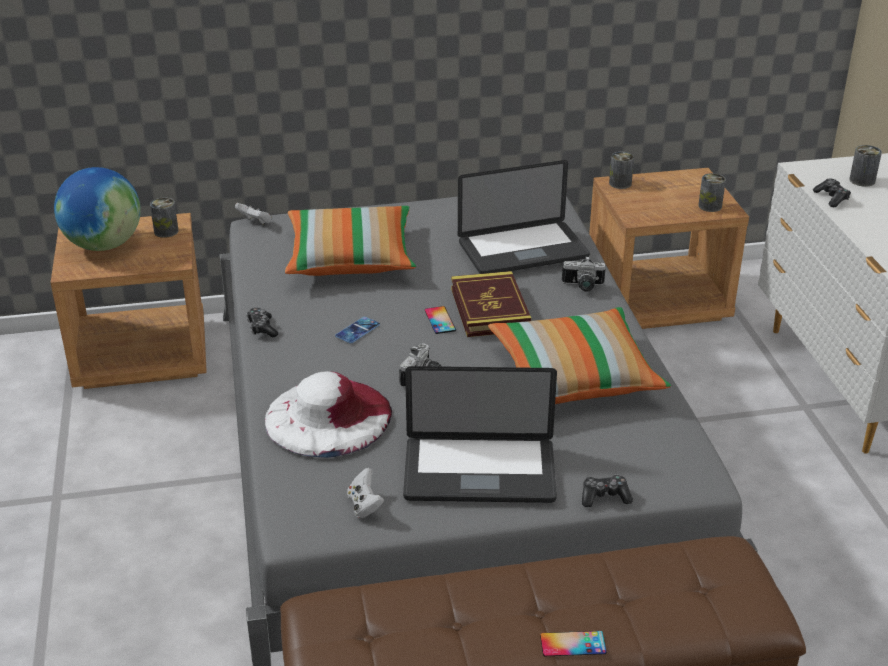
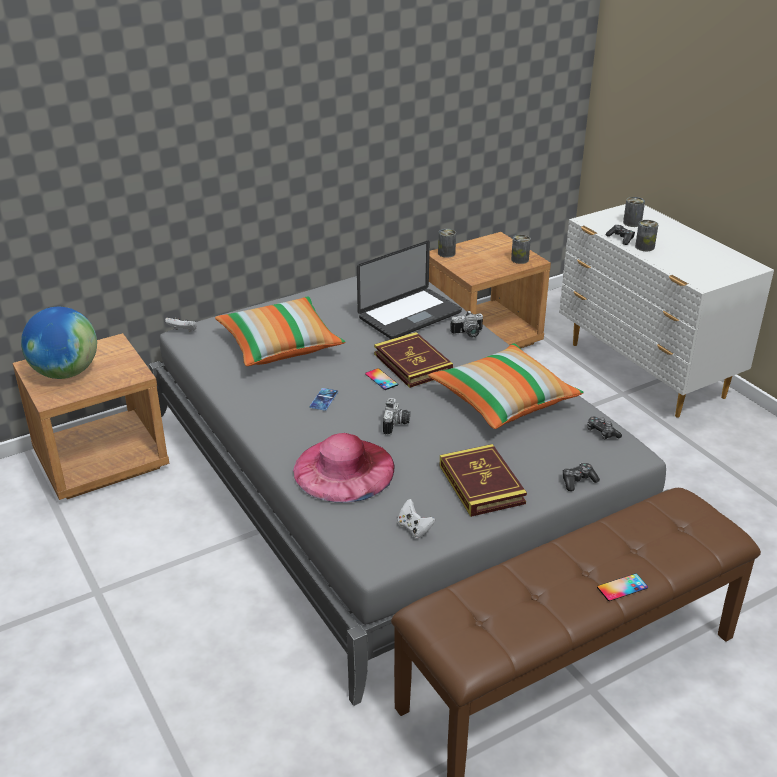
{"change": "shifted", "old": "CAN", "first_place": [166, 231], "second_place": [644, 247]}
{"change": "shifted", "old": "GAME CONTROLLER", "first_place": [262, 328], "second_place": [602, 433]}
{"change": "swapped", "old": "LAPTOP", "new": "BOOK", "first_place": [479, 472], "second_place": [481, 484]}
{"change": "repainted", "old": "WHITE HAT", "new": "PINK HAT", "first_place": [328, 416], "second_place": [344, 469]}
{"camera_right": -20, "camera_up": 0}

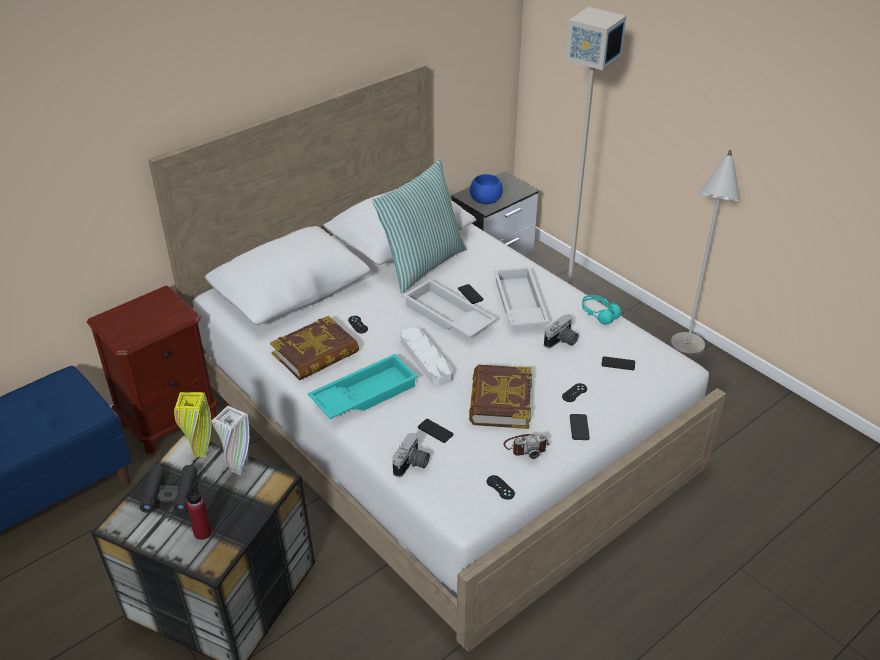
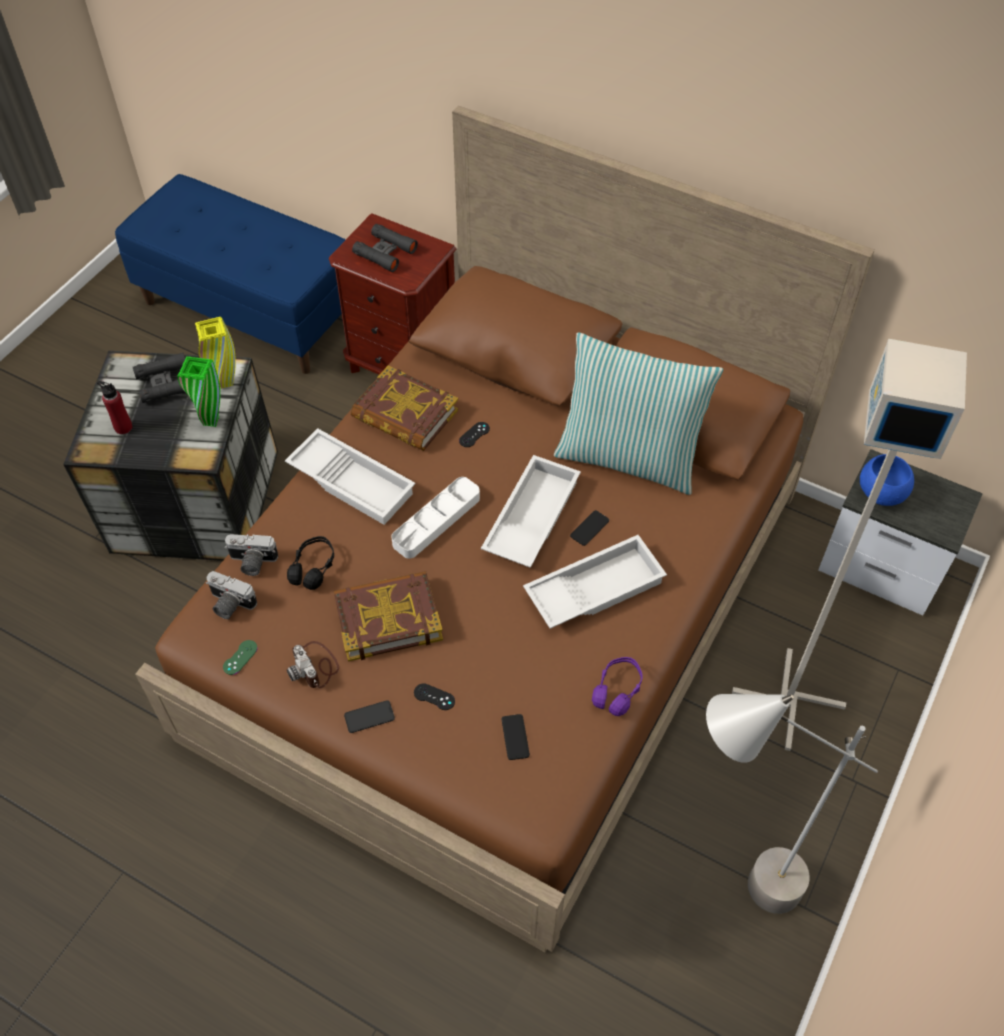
{"change": "repainted", "old": "WHITE BED", "new": "BROWN BED", "first_place": [440, 422], "second_place": [504, 609]}
{"change": "repainted", "old": "TURQUOISE HEADPHONES", "new": "PURPLE HEADPHONES", "first_place": [598, 314], "second_place": [617, 690]}
{"change": "shifted", "old": "PHOTO CAMERA", "first_place": [562, 342], "second_place": [229, 604]}
{"change": "repainted", "old": "TURQUOISE TRAY", "new": "WHITE TRAY", "first_place": [364, 393], "second_place": [353, 481]}
{"change": "repainted", "old": "WHITE VASE", "new": "GREEN VASE", "first_place": [239, 469], "second_place": [211, 421]}
{"change": "swapped", "old": "PHONE", "new": "BLACK HEADPHONES", "first_place": [435, 431], "second_place": [313, 568]}
{"change": "repainted", "old": "BLACK GAME CONTROLLER", "new": "GREEN GAME CONTROLLER", "first_place": [500, 487], "second_place": [240, 657]}
{"change": "new", "new": "BLACK BINOCULARS", "second_place": [385, 252]}
{"camera_right": 70, "camera_up": 15}

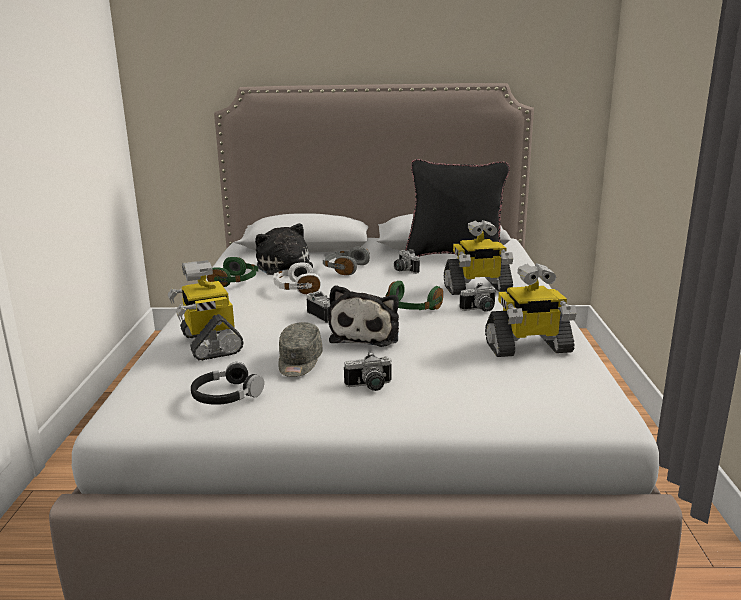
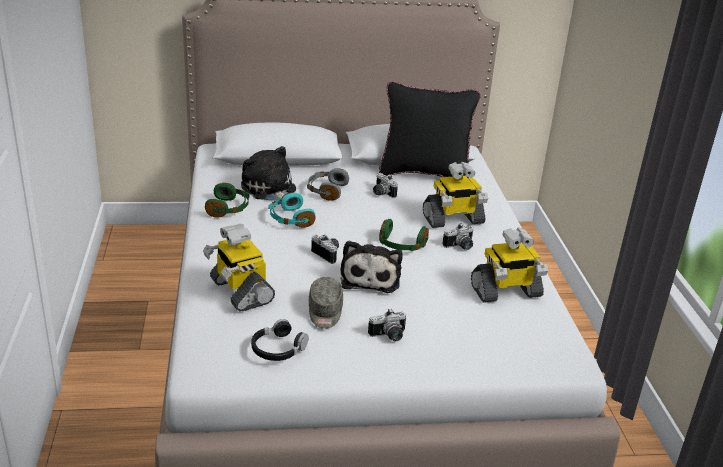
{"change": "repainted", "old": "WHITE HEADPHONES", "new": "TURQUOISE HEADPHONES", "first_place": [296, 288], "second_place": [290, 219]}
{"camera_right": -10, "camera_up": 10}

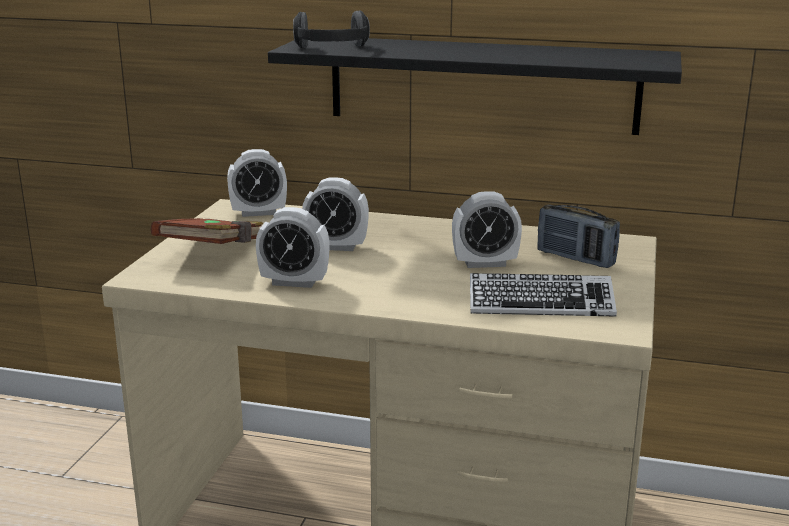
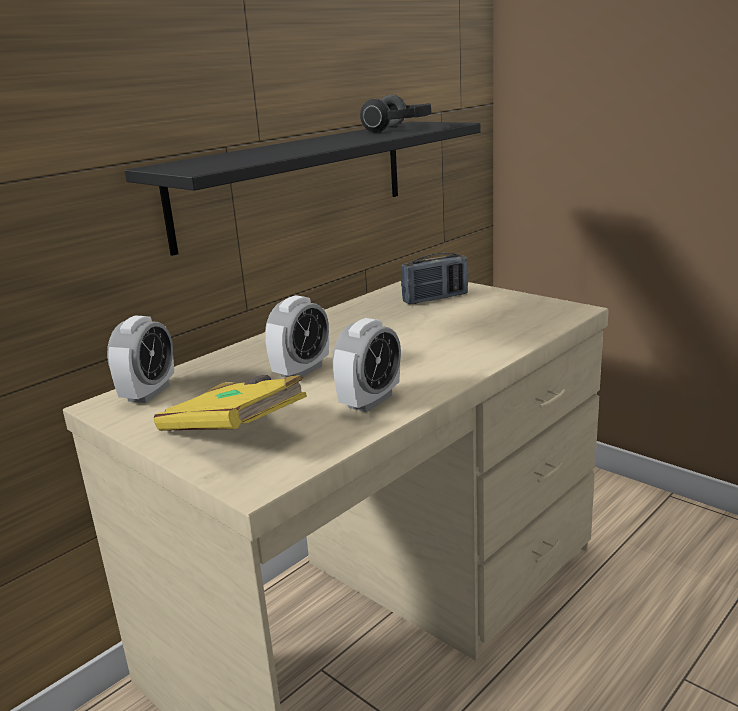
{"change": "shifted", "old": "HEADPHONES", "first_place": [333, 50], "second_place": [399, 129]}
{"change": "gone", "old": "ALARM CLOCK", "first_place": [485, 263]}
{"change": "repainted", "old": "BROWN BOOK", "new": "YELLOW BOOK", "first_place": [213, 252], "second_place": [235, 431]}
{"change": "gone", "old": "KEYBOARD", "first_place": [540, 304]}
{"camera_right": -60, "camera_up": 0}

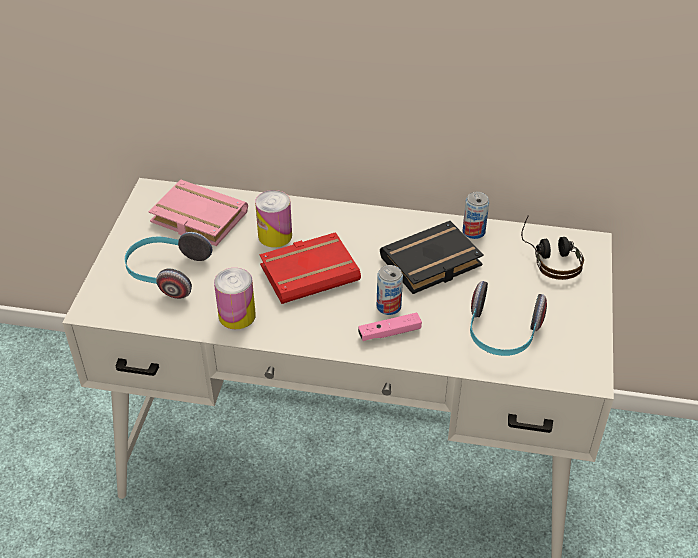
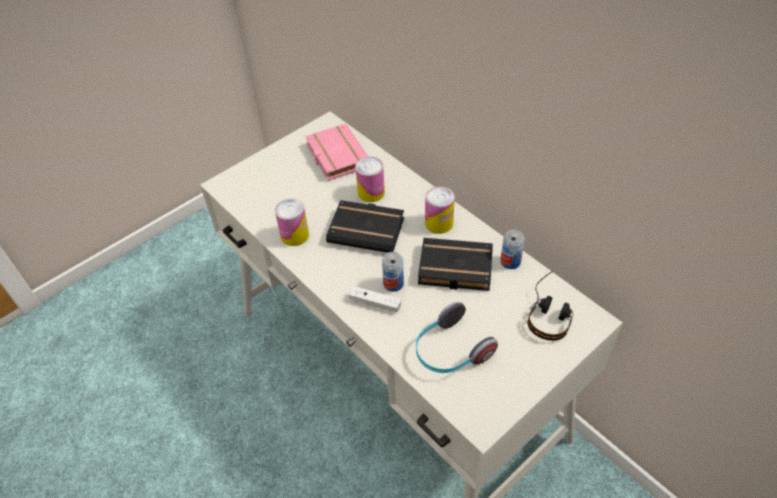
{"change": "gone", "old": "HEADPHONES", "first_place": [166, 273]}
{"change": "repainted", "old": "RED BOOK", "new": "BLACK BOOK", "first_place": [310, 271], "second_place": [368, 230]}
{"change": "repainted", "old": "PINK GAME CONTROLLER", "new": "WHITE GAME CONTROLLER", "first_place": [389, 332], "second_place": [375, 303]}
{"change": "new", "new": "CAN", "second_place": [439, 223]}
{"camera_right": 40, "camera_up": 5}

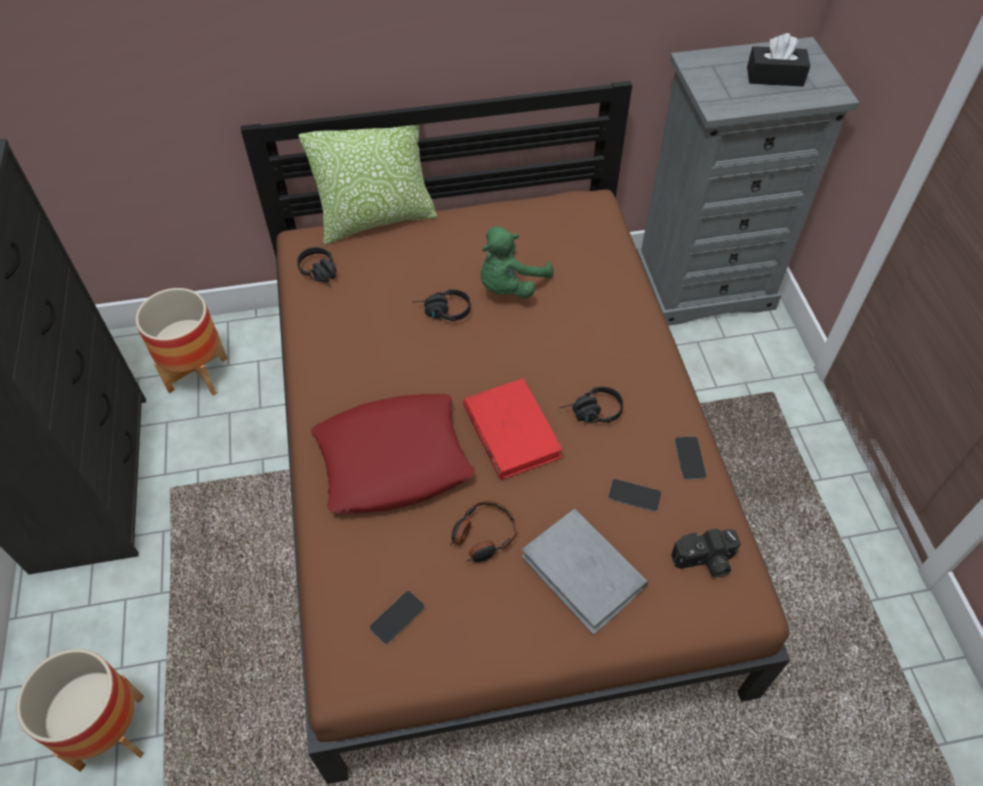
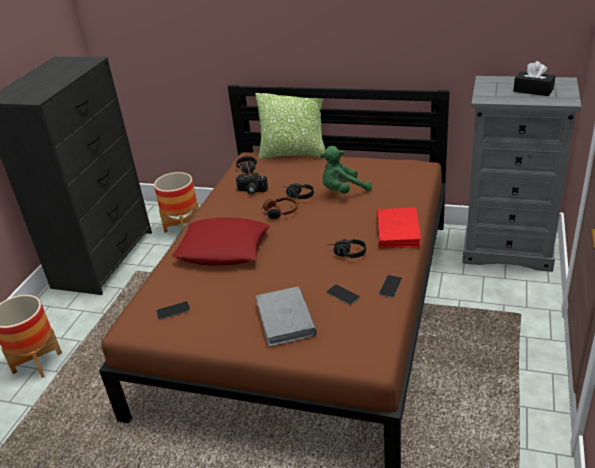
{"change": "shifted", "old": "RED BOOK", "first_place": [511, 431], "second_place": [398, 231]}
{"change": "shifted", "old": "HEADPHONES", "first_place": [483, 536], "second_place": [280, 212]}
{"change": "shifted", "old": "PHOTO CAMERA", "first_place": [705, 561], "second_place": [251, 191]}
{"camera_right": 30, "camera_up": -20}

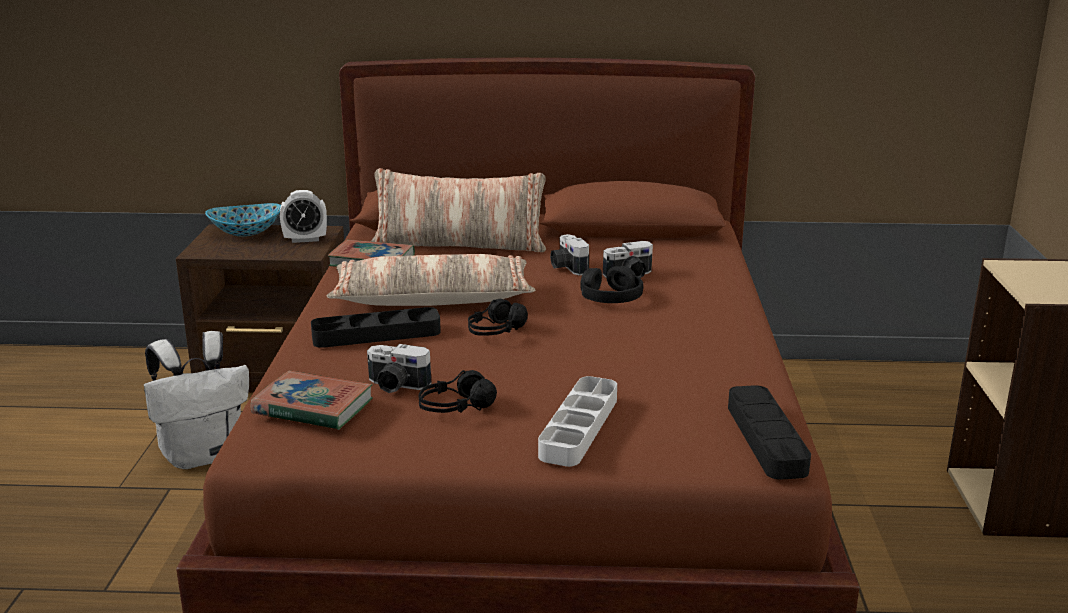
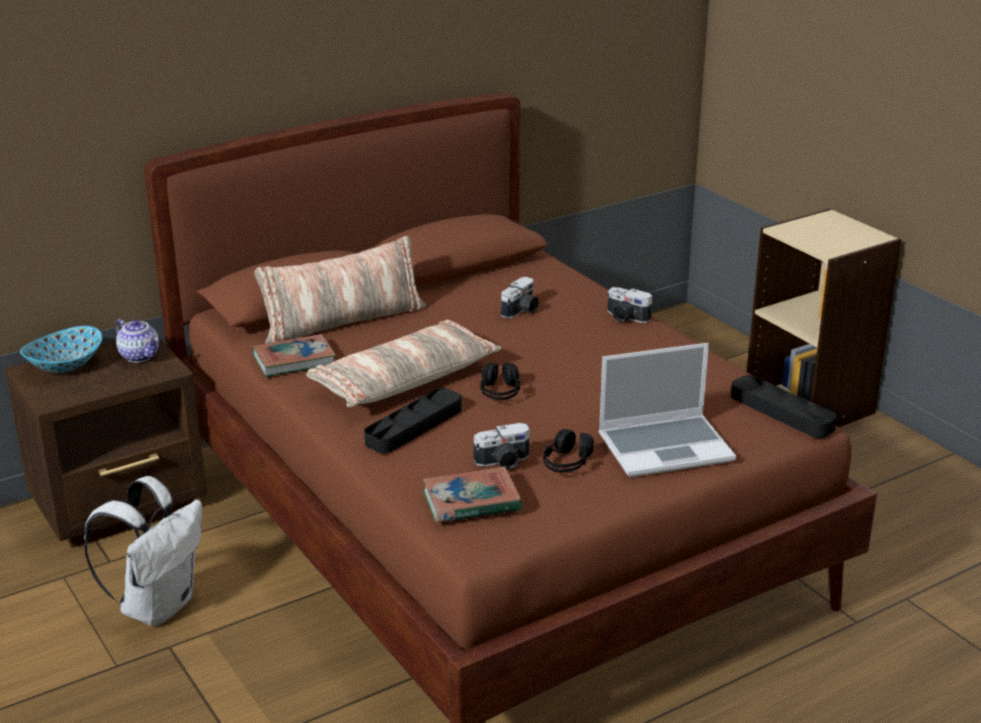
{"change": "swapped", "old": "ALARM CLOCK", "new": "TEAPOT", "first_place": [305, 239], "second_place": [140, 356]}
{"change": "shifted", "old": "PHOTO CAMERA", "first_place": [567, 267], "second_place": [625, 318]}
{"change": "gone", "old": "BLACK HEADPHONES", "first_place": [610, 297]}
{"change": "swapped", "old": "GREY TRAY", "new": "LAPTOP", "first_place": [579, 427], "second_place": [666, 447]}
{"camera_right": -35, "camera_up": 5}

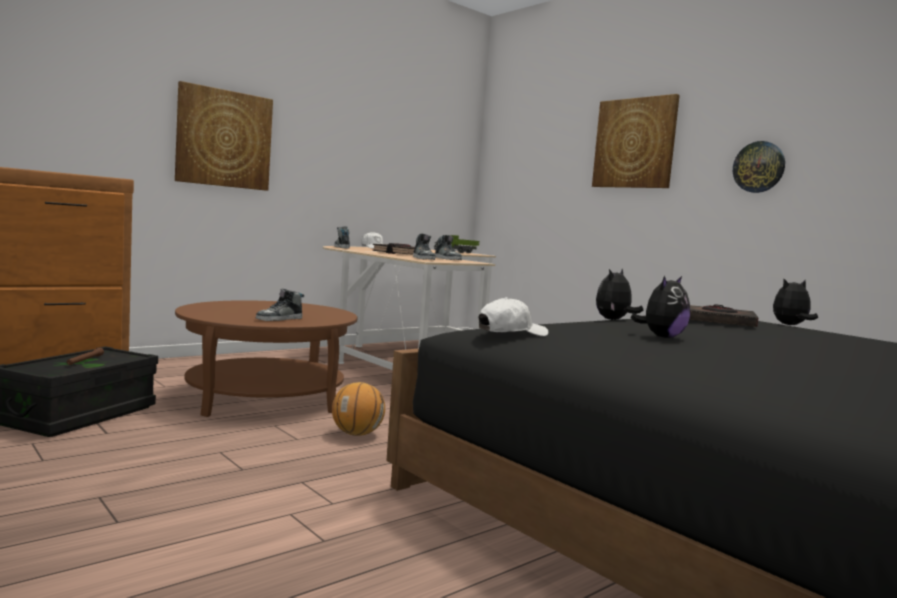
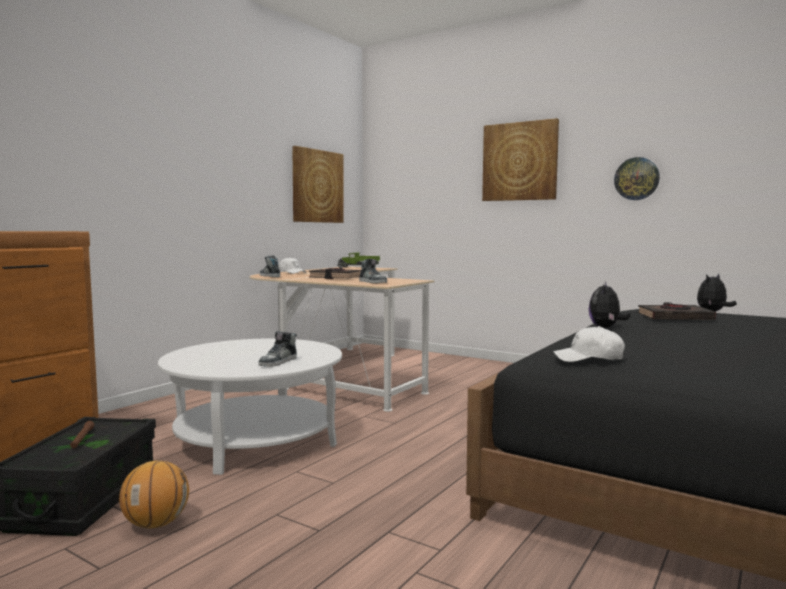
{"change": "shifted", "old": "PICTURE", "first_place": [224, 139], "second_place": [317, 186]}
{"change": "gone", "old": "SHOE", "first_place": [447, 259]}
{"change": "gone", "old": "PLUSH TOY", "first_place": [661, 337]}
{"change": "rotated", "old": "WHITE CAP", "first_place": [511, 332], "second_place": [589, 358], "degrees": -135}
{"change": "repainted", "old": "BROWN COFFEE TABLE", "new": "WHITE COFFEE TABLE", "first_place": [265, 397], "second_place": [255, 440]}
{"change": "shifted", "old": "BASKETBALL", "first_place": [357, 434], "second_place": [156, 524]}
{"camera_right": -15, "camera_up": 0}

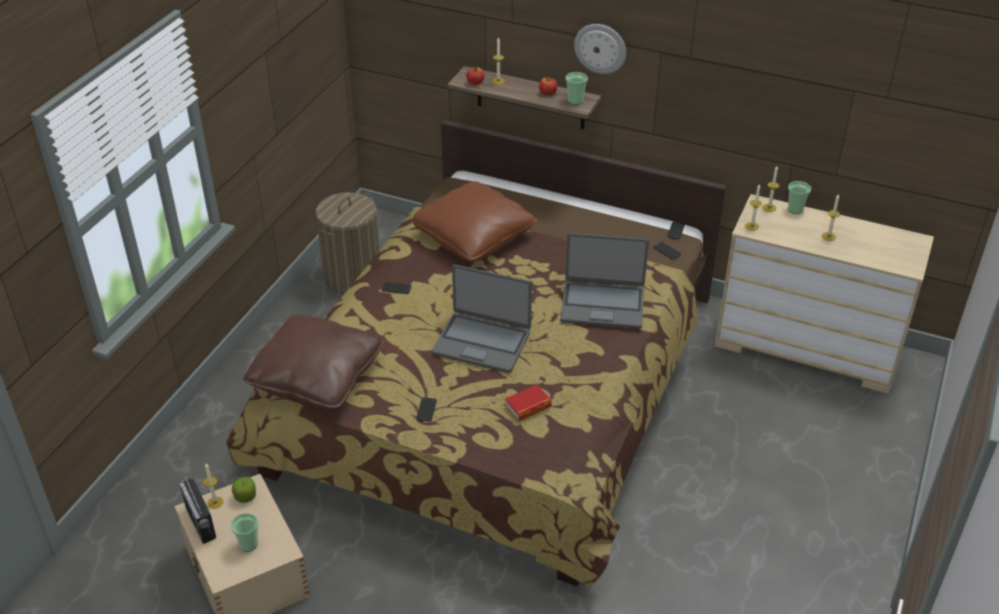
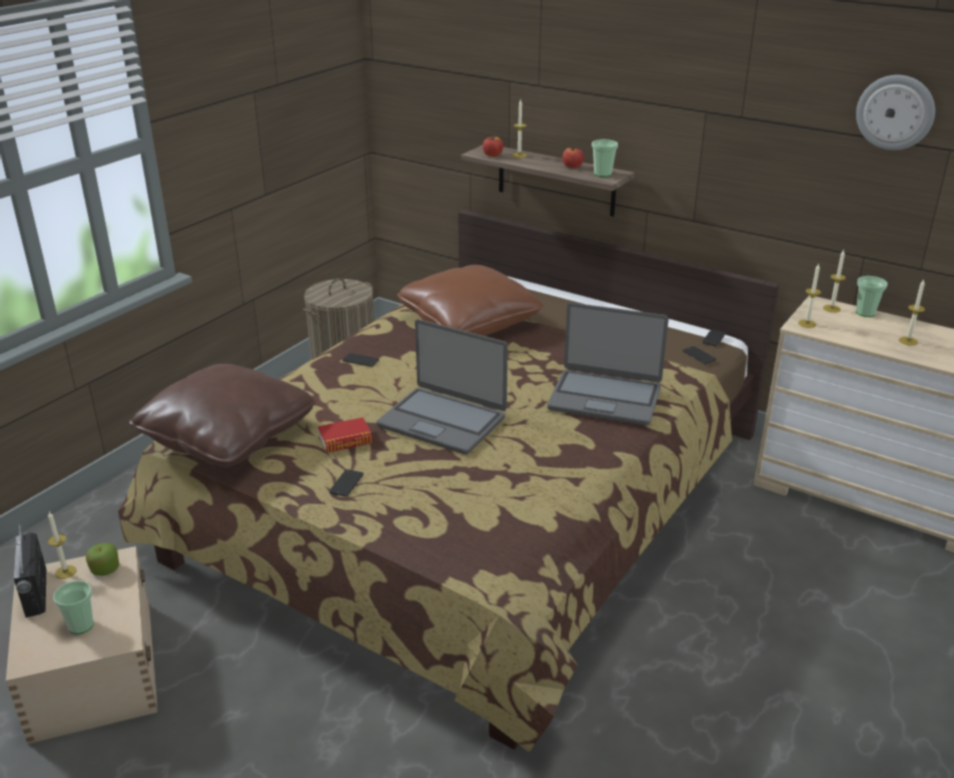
{"change": "shifted", "old": "WALL CLOCK", "first_place": [600, 48], "second_place": [895, 112]}
{"change": "shifted", "old": "BOOK", "first_place": [528, 406], "second_place": [345, 440]}
{"camera_right": 10, "camera_up": -10}

